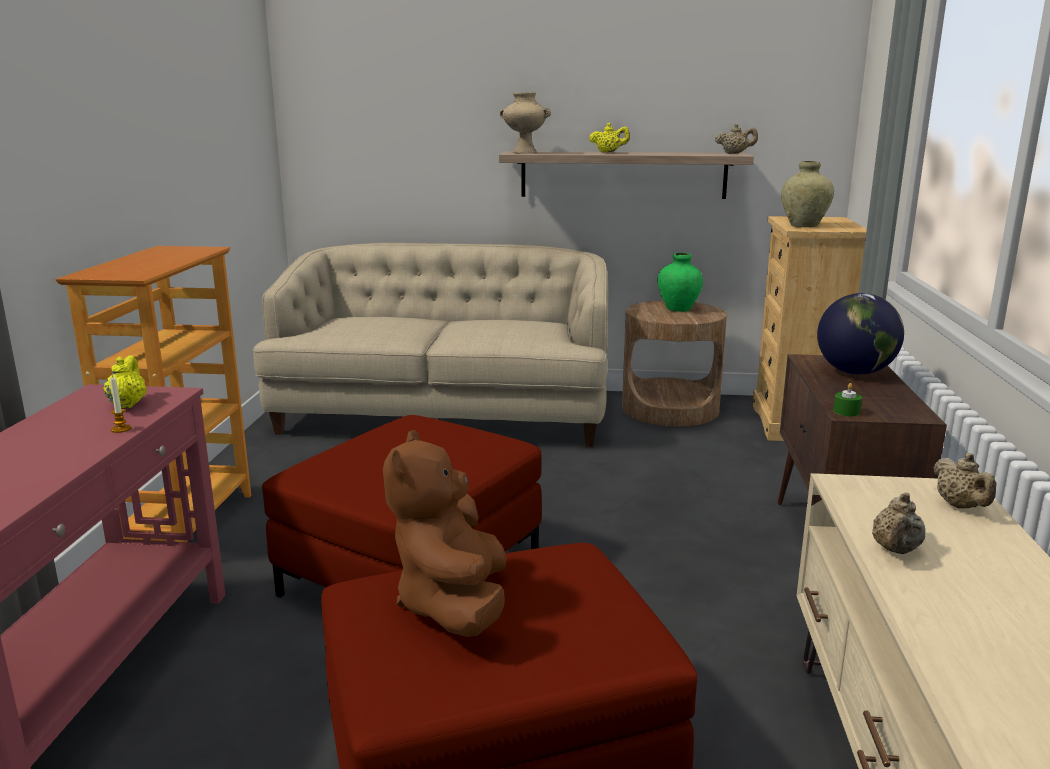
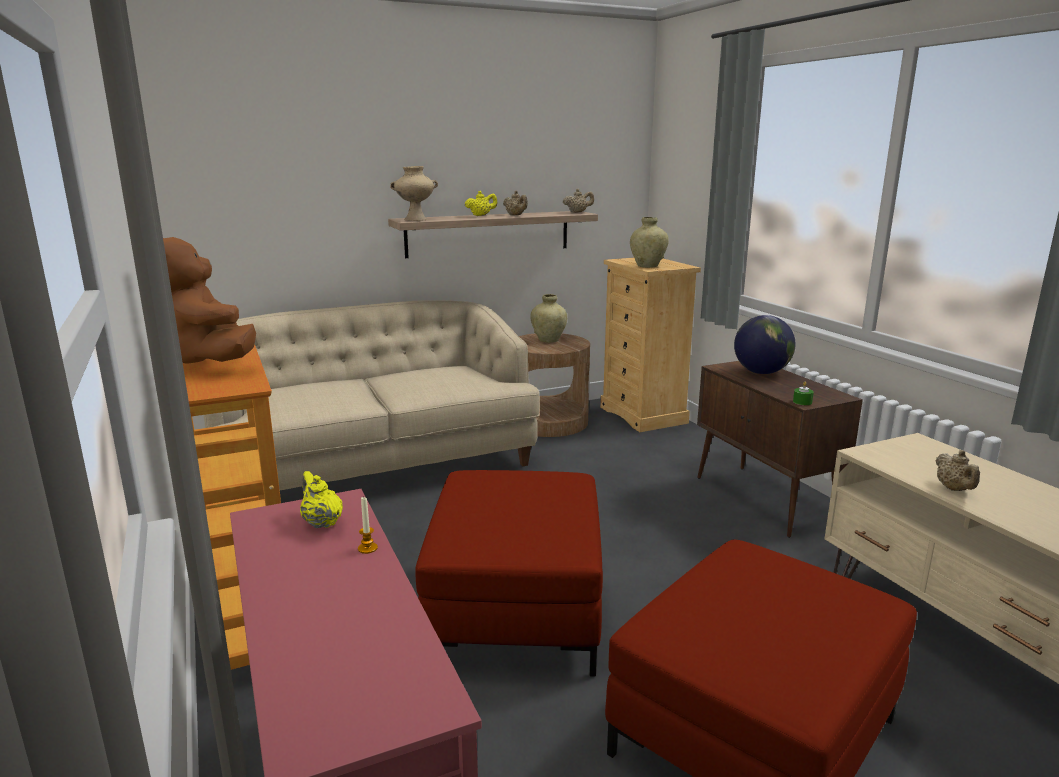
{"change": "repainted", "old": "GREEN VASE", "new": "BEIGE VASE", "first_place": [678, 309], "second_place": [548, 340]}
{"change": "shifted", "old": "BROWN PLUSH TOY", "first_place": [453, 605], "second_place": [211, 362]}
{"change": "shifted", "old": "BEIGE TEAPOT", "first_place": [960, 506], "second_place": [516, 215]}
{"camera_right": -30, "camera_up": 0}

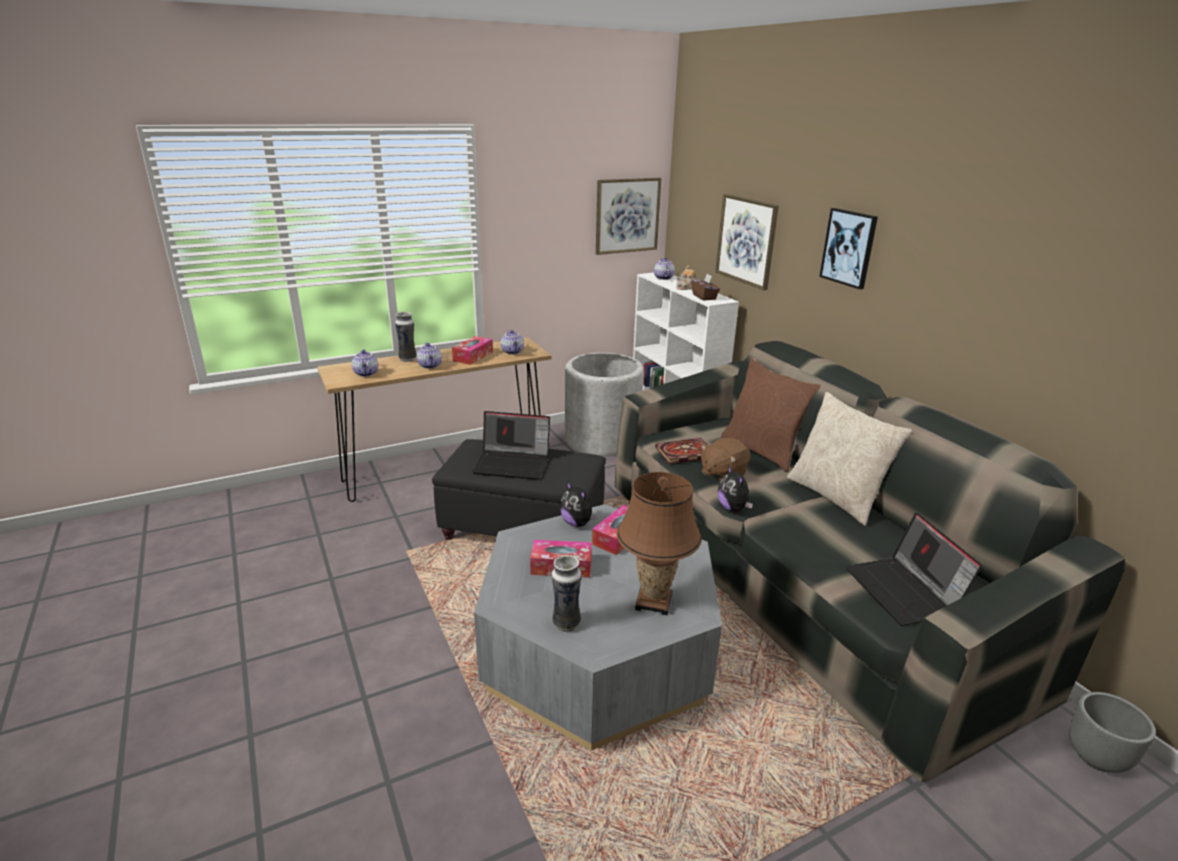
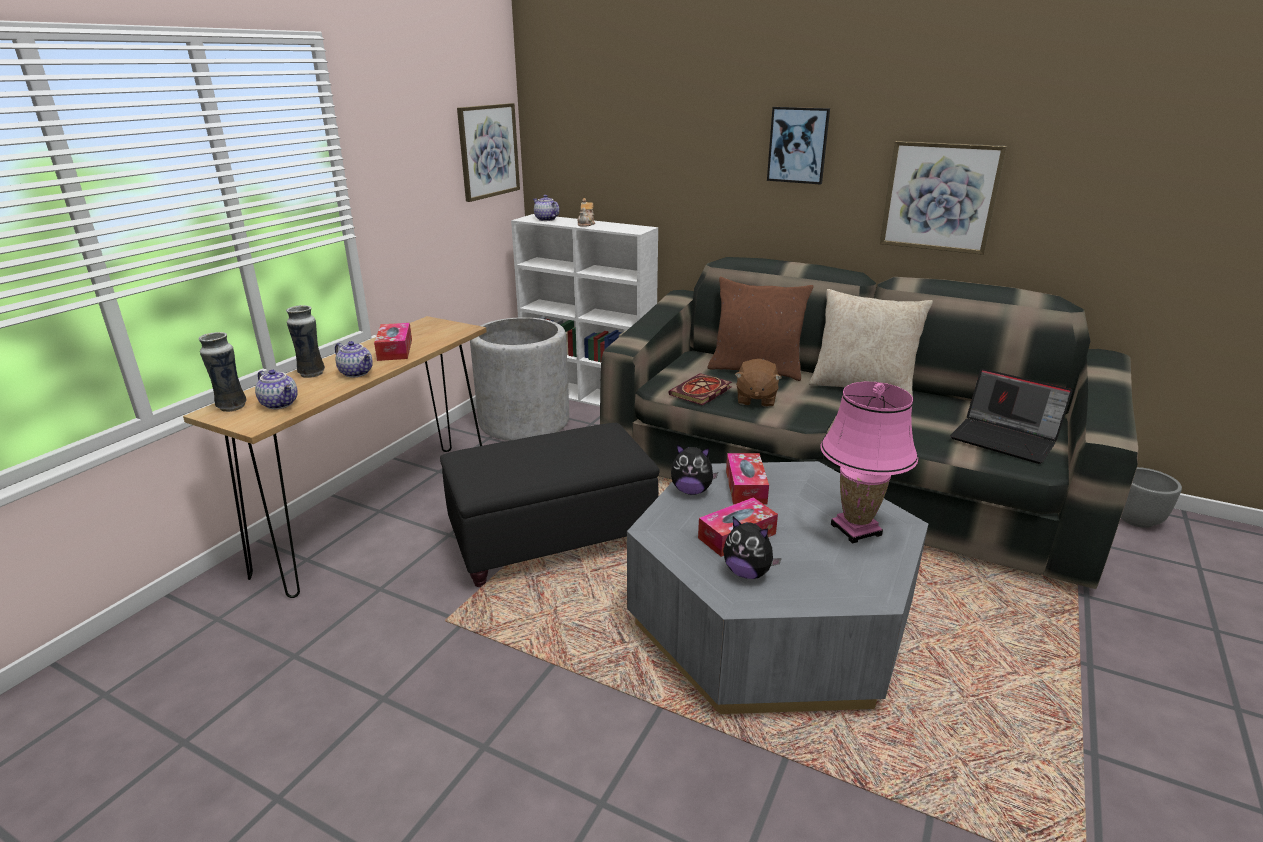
{"change": "shifted", "old": "PICTURE", "first_place": [746, 241], "second_place": [940, 197]}
{"change": "gone", "old": "BROWN TISSUE BOX", "first_place": [704, 297]}
{"change": "gone", "old": "TEAPOT", "first_place": [513, 352]}
{"change": "gone", "old": "LAPTOP", "first_place": [513, 464]}
{"change": "shifted", "old": "PLUSH TOY", "first_place": [733, 508], "second_place": [747, 573]}
{"change": "repainted", "old": "BROWN TABLE LAMP", "new": "PINK TABLE LAMP", "first_place": [654, 602], "second_place": [856, 529]}
{"change": "shifted", "old": "VASE", "first_place": [566, 623], "second_place": [231, 406]}
{"camera_right": -35, "camera_up": 0}

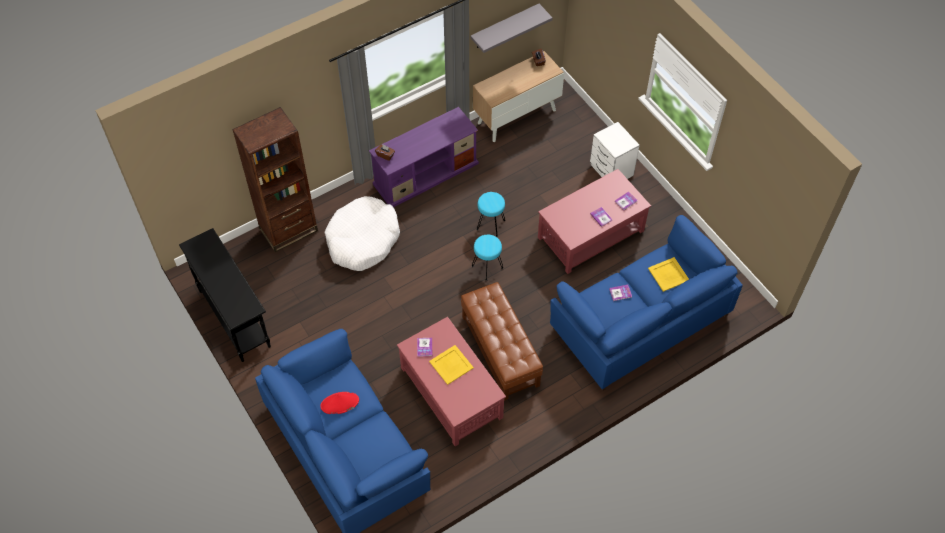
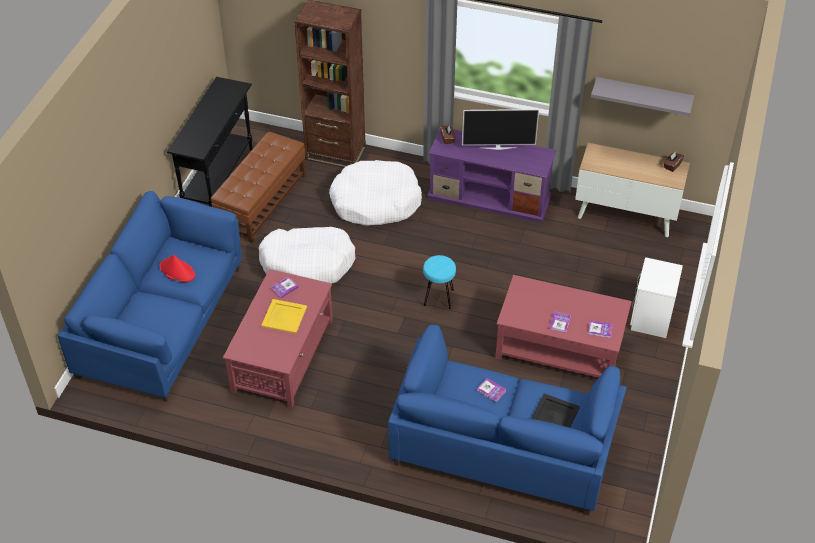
{"change": "gone", "old": "TURQUOISE STOOL", "first_place": [490, 224]}
{"change": "repainted", "old": "YELLOW TRAY", "new": "BLACK TRAY", "first_place": [668, 274], "second_place": [554, 414]}
{"change": "shifted", "old": "BROWN OTTOMAN", "first_place": [500, 351], "second_place": [261, 202]}
{"change": "new", "new": "TELEVISION", "second_place": [498, 147]}
{"change": "new", "new": "WHITE DOG BED", "second_place": [308, 264]}
{"camera_right": 50, "camera_up": -10}

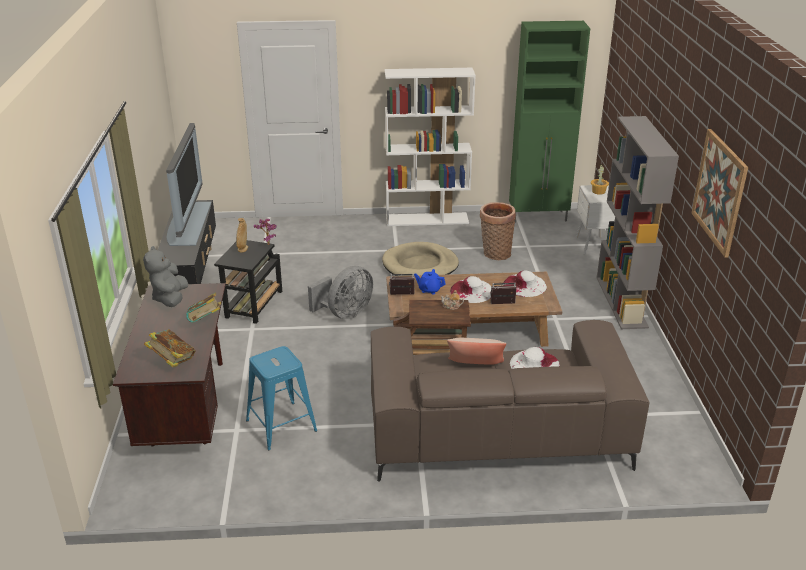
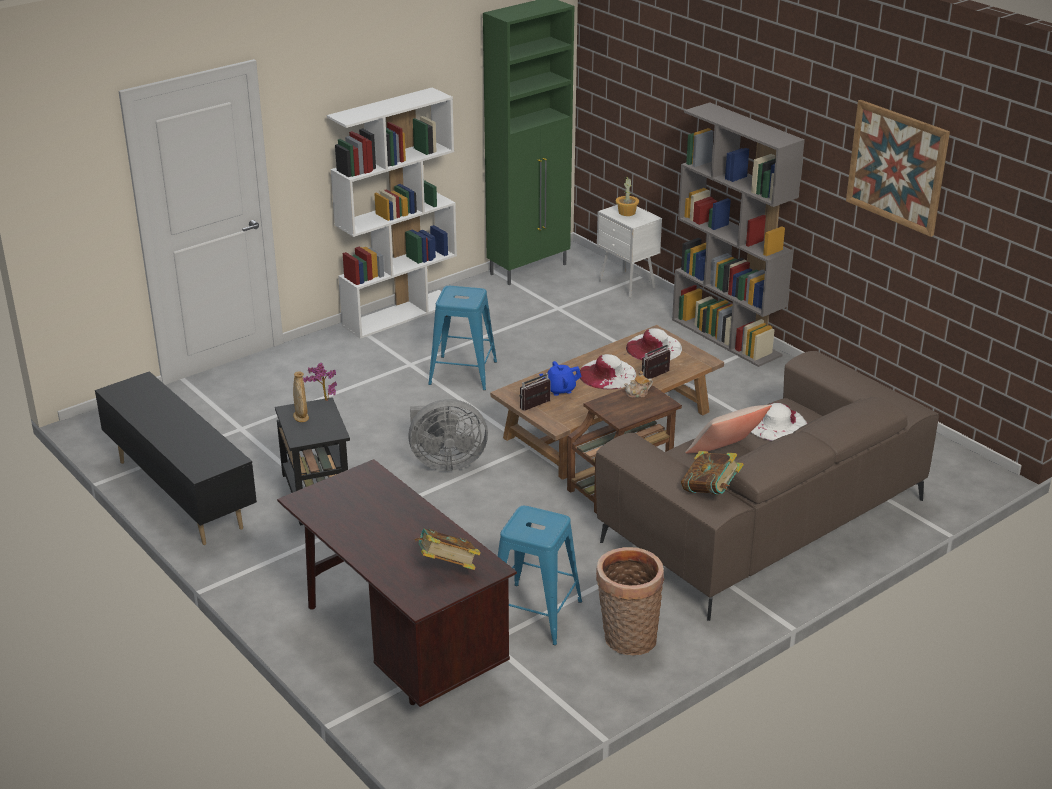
{"change": "gone", "old": "TELEVISION", "first_place": [188, 223]}
{"change": "shifted", "old": "BASKET", "first_place": [495, 253], "second_place": [627, 640]}
{"change": "swapped", "old": "BEIGE DOG BED", "new": "BLUE STOOL", "first_place": [420, 265], "second_place": [462, 373]}
{"change": "gone", "old": "GREY PLUSH TOY", "first_place": [170, 298]}
{"change": "rotated", "old": "GREY FAN", "first_place": [345, 314], "second_place": [445, 462], "degrees": 75}
{"change": "shifted", "old": "BOOK", "first_place": [205, 322], "second_place": [710, 491]}
{"camera_right": -35, "camera_up": 0}

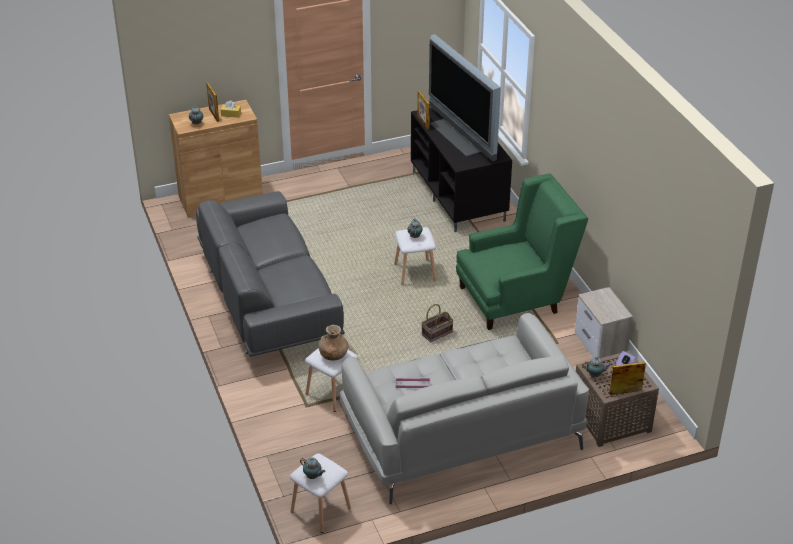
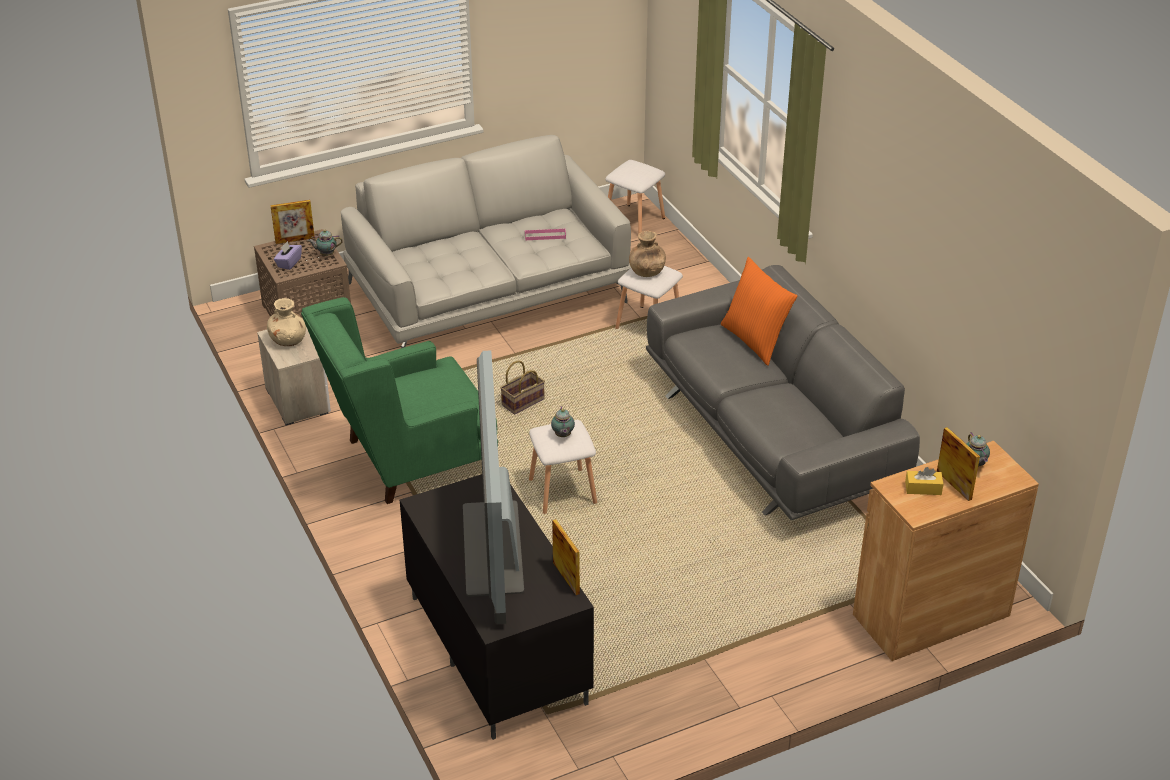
{"change": "rotated", "old": "TELEVISION", "first_place": [460, 136], "second_place": [492, 548], "degrees": -150}
{"change": "gone", "old": "TEAPOT", "first_place": [313, 477]}
{"change": "new", "new": "ORANGE PILLOW", "second_place": [755, 340]}
{"change": "new", "new": "BEIGE VASE", "second_place": [288, 340]}
{"camera_right": 175, "camera_up": 0}

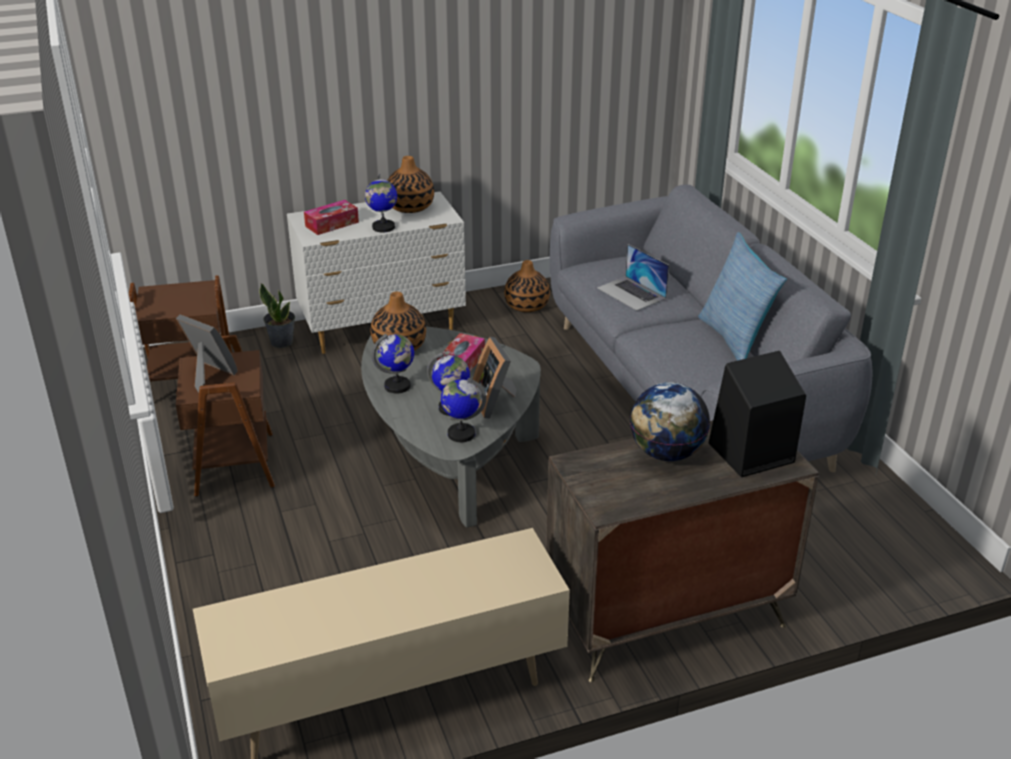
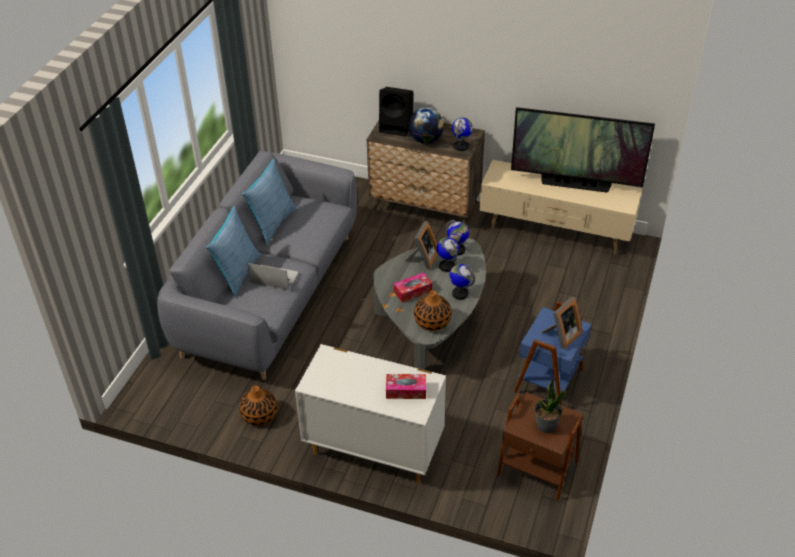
{"change": "gone", "old": "VASE", "first_place": [410, 207]}
{"change": "shifted", "old": "GLOBE", "first_place": [383, 227], "second_place": [461, 146]}
{"change": "rotated", "old": "LAPTOP", "first_place": [631, 293], "second_place": [274, 277], "degrees": -75}
{"change": "shifted", "old": "POTTED PLANT", "first_place": [282, 342], "second_place": [546, 425]}
{"change": "rotated", "old": "PICTURE FRAME", "first_place": [208, 375], "second_place": [561, 336], "degrees": -120}
{"change": "repainted", "old": "BROWN SIDE TABLE", "new": "BLUE SIDE TABLE", "first_place": [232, 464], "second_place": [550, 381]}
{"change": "new", "new": "TELEVISION", "second_place": [575, 184]}
{"change": "new", "new": "PILLOW", "second_place": [237, 274]}
{"camera_right": -140, "camera_up": 10}

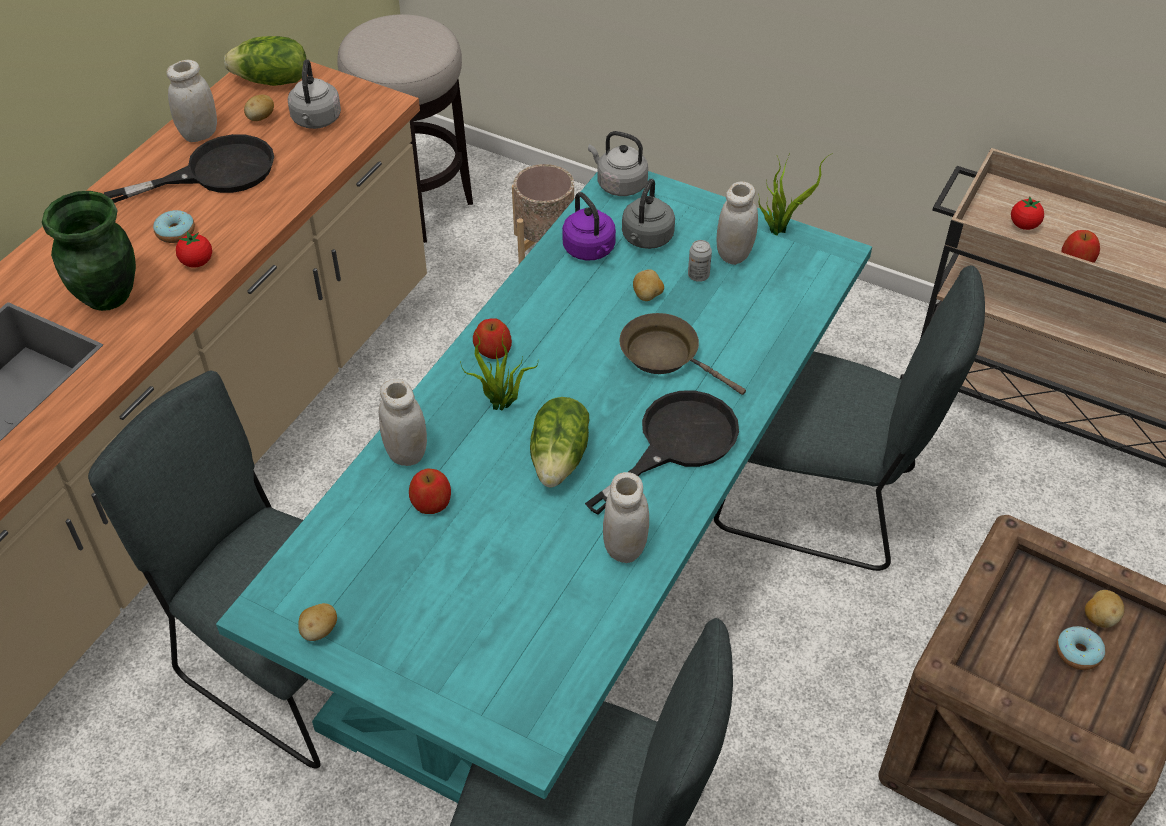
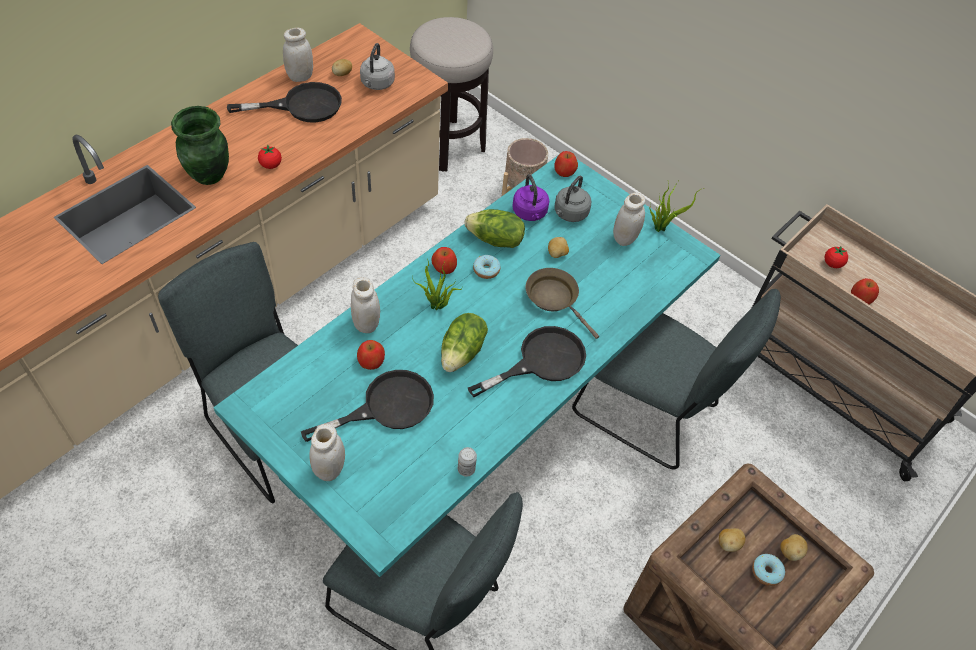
{"change": "shifted", "old": "LETTUCE", "first_place": [272, 81], "second_place": [495, 240]}
{"change": "swapped", "old": "GREY KETTLE", "new": "APPLE", "first_place": [619, 184], "second_place": [564, 171]}
{"change": "shifted", "old": "DONUT", "first_place": [175, 232], "second_place": [486, 270]}
{"change": "shifted", "old": "CAN", "first_place": [698, 276], "second_place": [466, 469]}
{"change": "shifted", "old": "WHITE JAR", "first_place": [625, 547], "second_place": [329, 469]}
{"change": "shifted", "old": "POTATO", "first_place": [319, 631], "second_place": [728, 544]}
{"change": "new", "new": "BLACK FRYING PAN", "second_place": [386, 407]}
{"camera_right": 10, "camera_up": 5}

